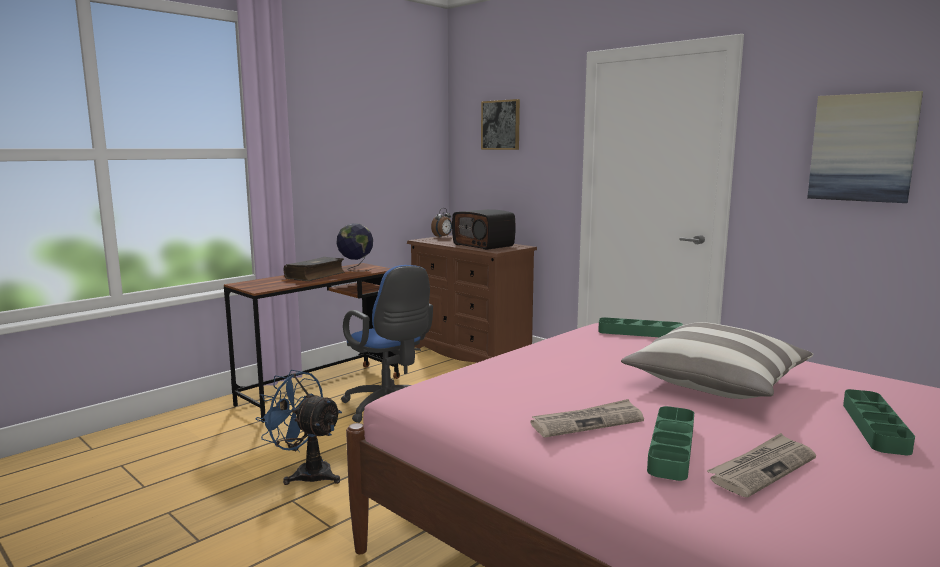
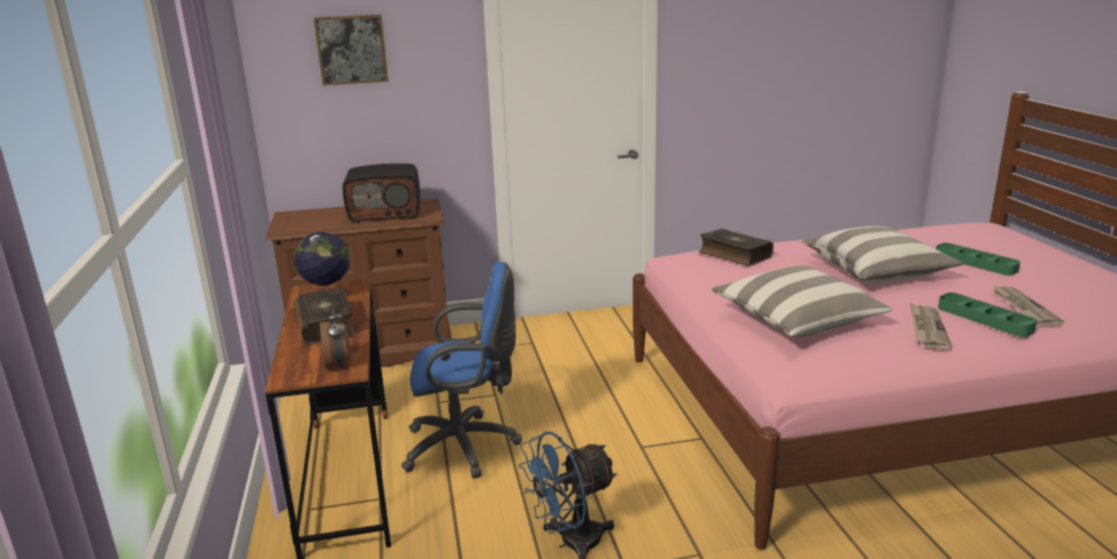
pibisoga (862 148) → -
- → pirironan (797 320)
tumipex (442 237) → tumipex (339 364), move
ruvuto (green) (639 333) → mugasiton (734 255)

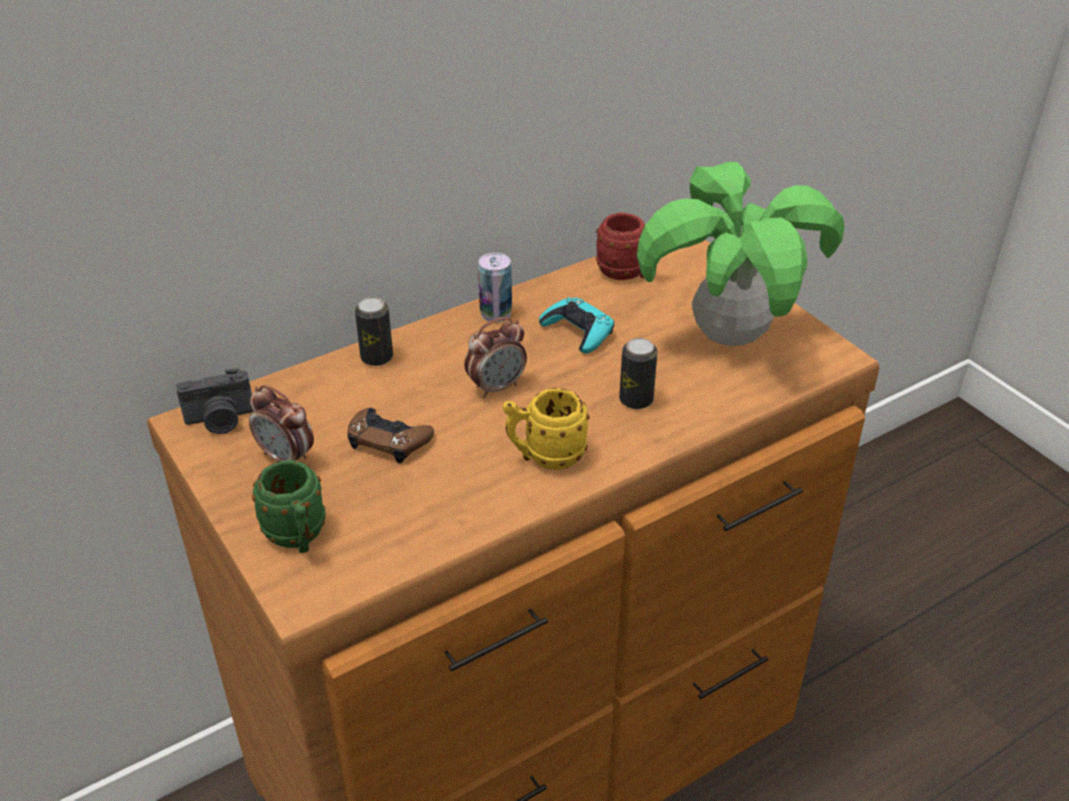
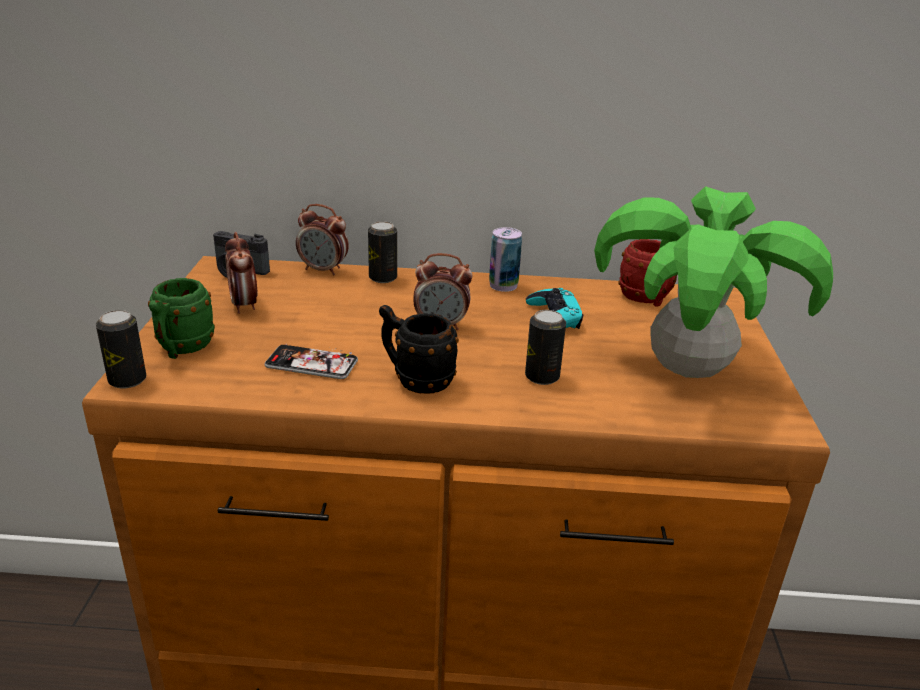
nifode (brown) (388 440) → -
- → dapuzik (127 380)
- → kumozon (311 363)
- → tumipex (323 270)
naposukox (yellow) (545 456) → naposukox (black) (416 380)

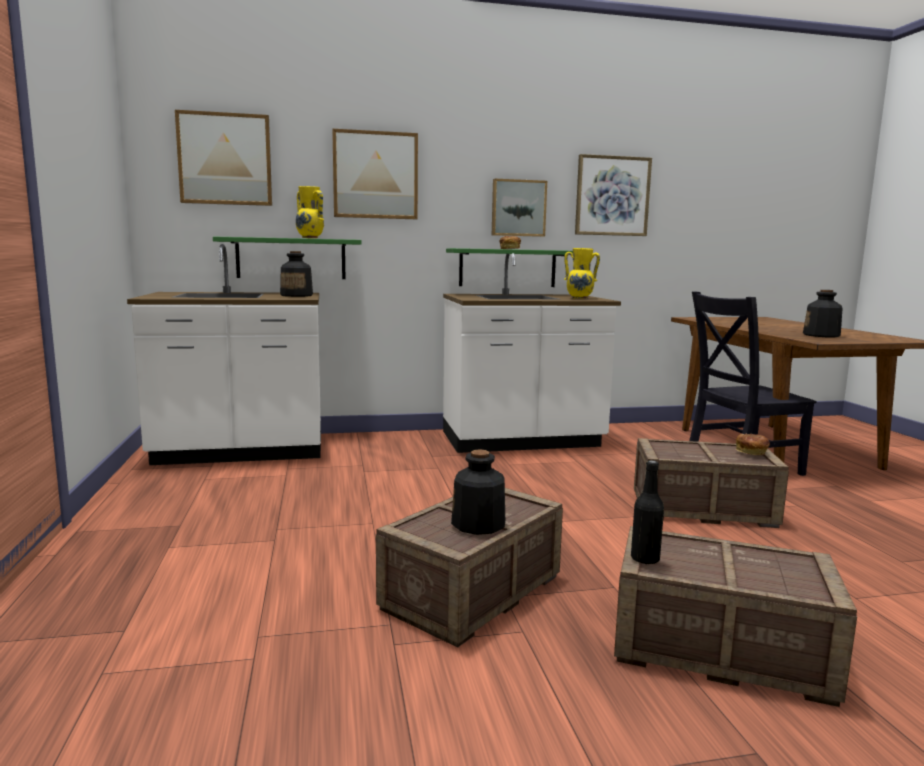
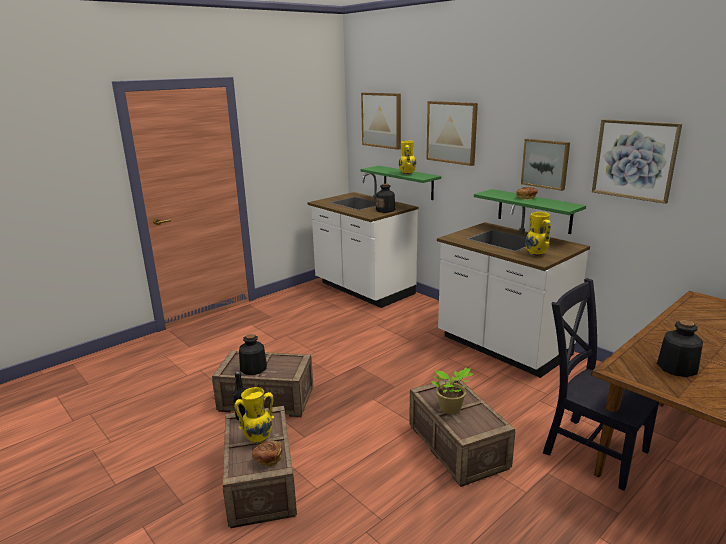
- → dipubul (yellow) (258 438)
- → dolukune (451 409)
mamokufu (751 452) → mamokufu (268 459), move

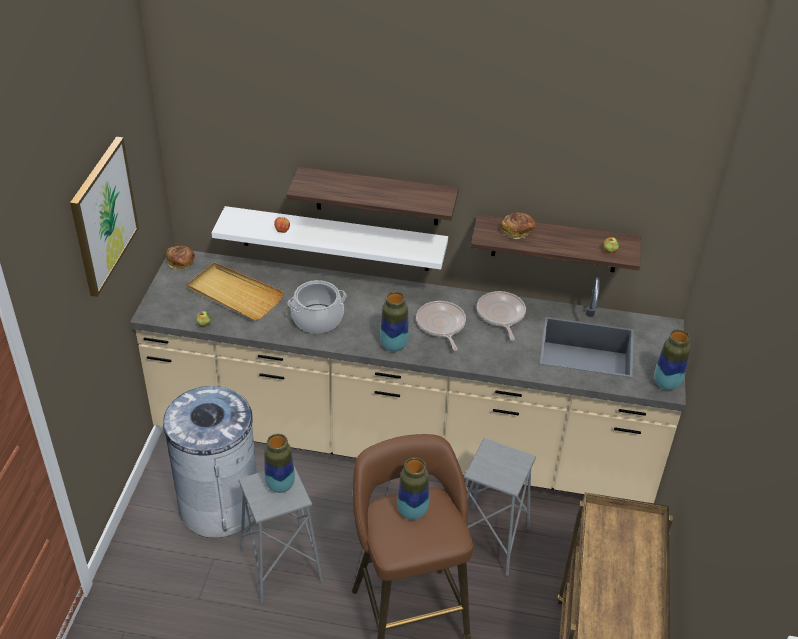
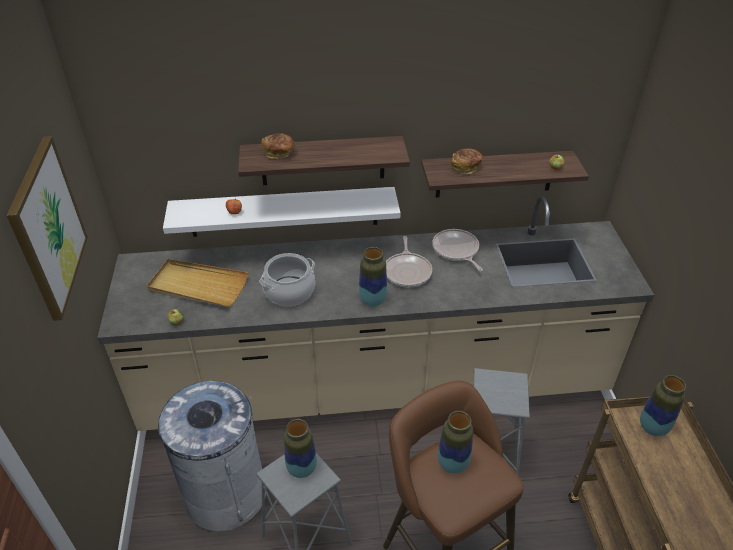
mamokufu (181 263) → mamokufu (279 153), move
dipubul (666 383) → dipubul (653 427), move
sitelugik (441 325) → sitelugik (407 271), 150 degrees counterclockwise

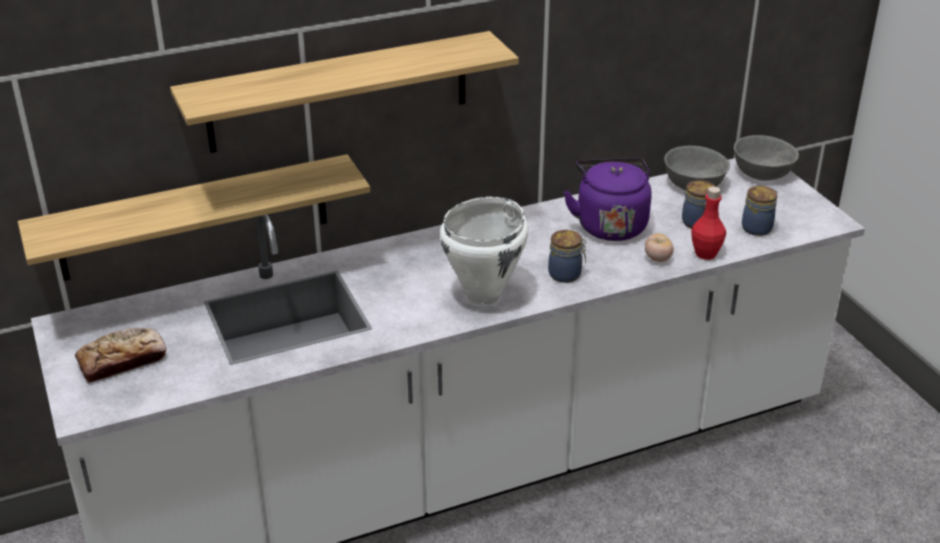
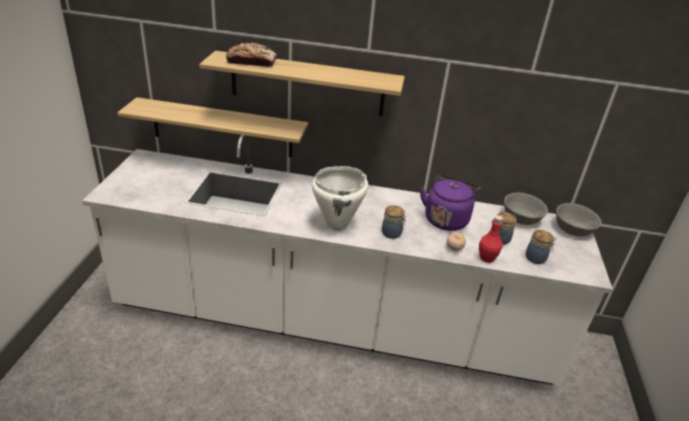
mamokufu (122 361) → mamokufu (251 62), move

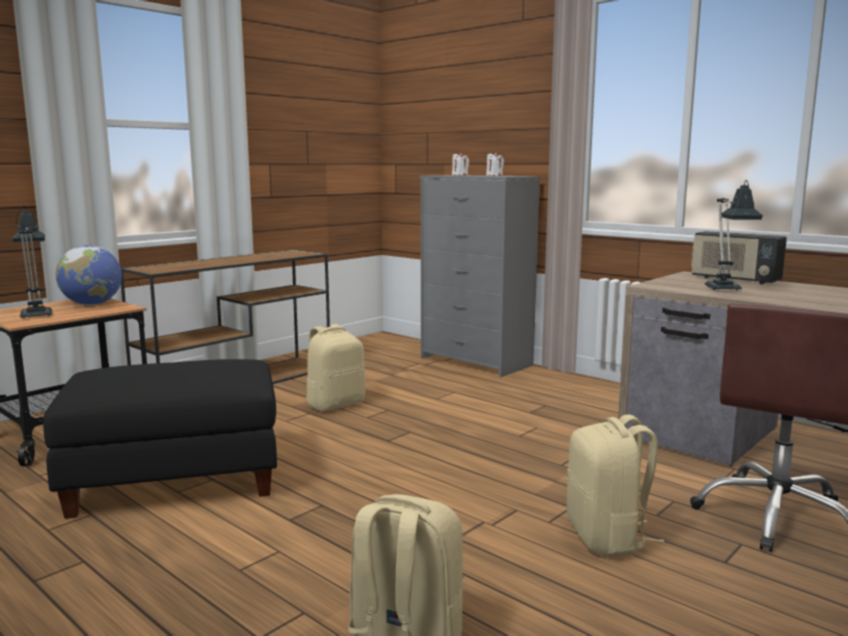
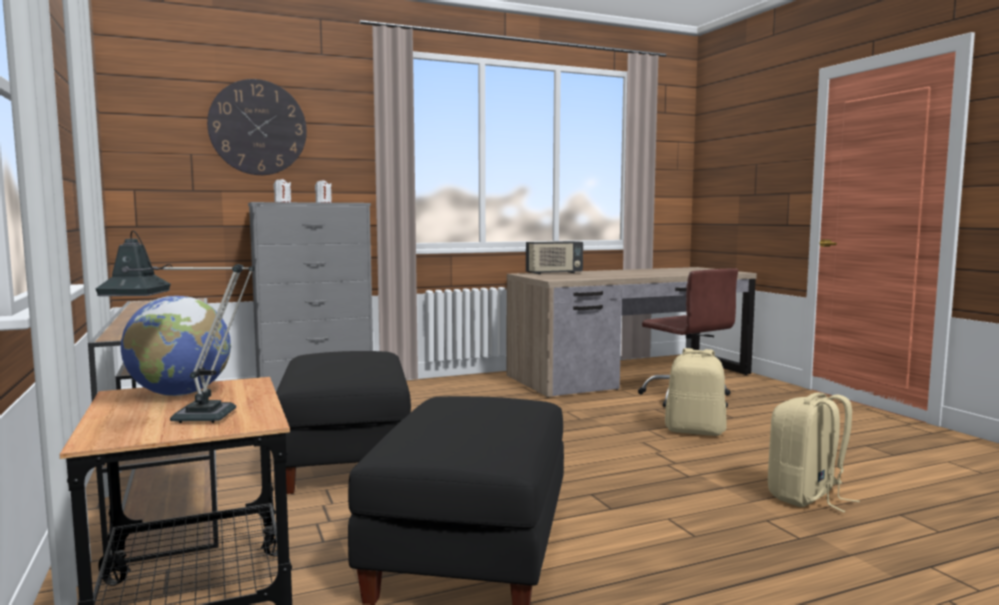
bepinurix (725 290) → -
- → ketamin (258 127)
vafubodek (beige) (335 404) → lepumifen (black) (345 458)

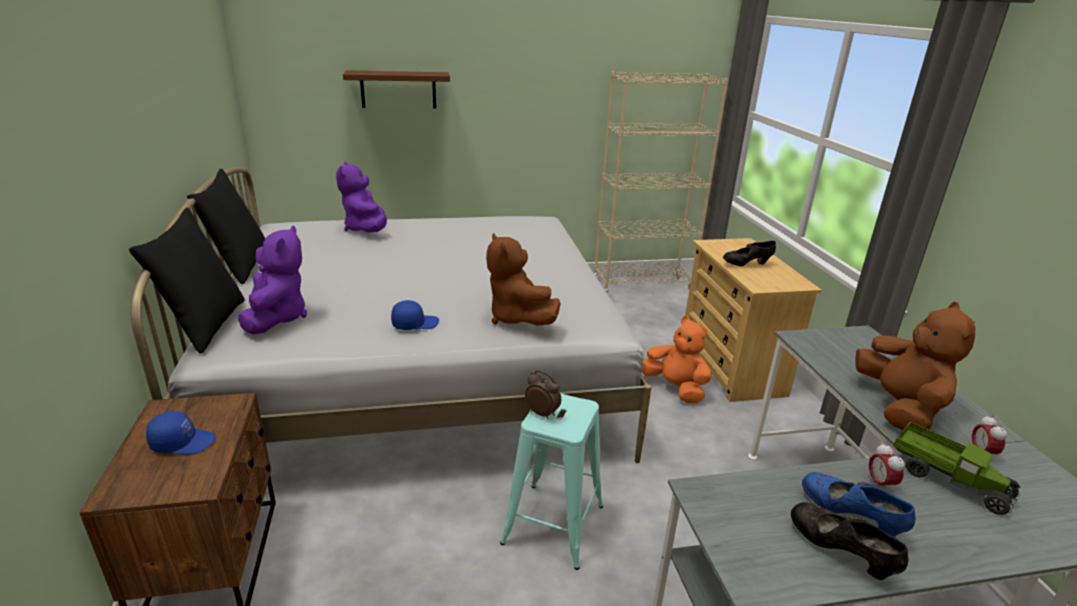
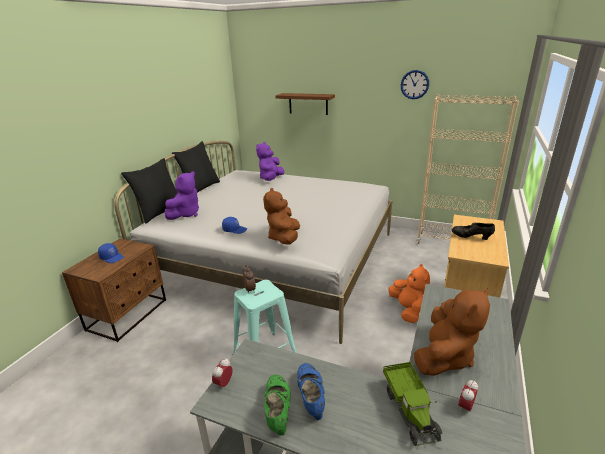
- → ketamin (414 84)
tumipex (880 483) → tumipex (223 383), move
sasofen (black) (839 553) → sasofen (green) (277 411)

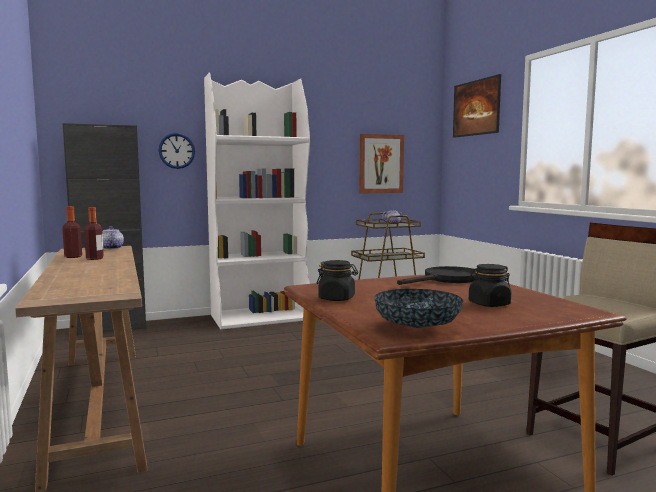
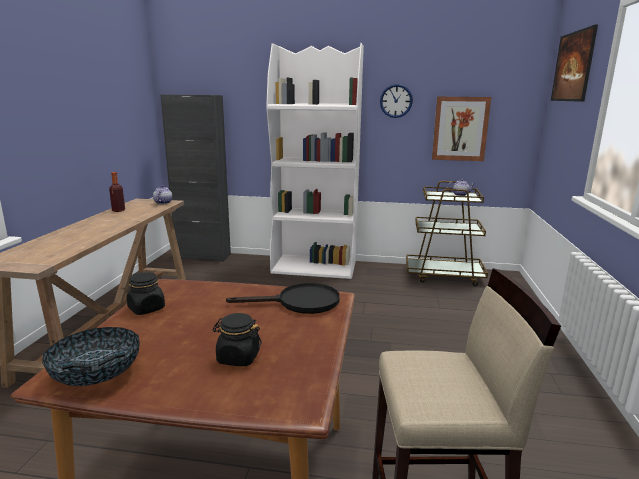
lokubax (94 258) → -
ketamin (176 151) → ketamin (396 101), move

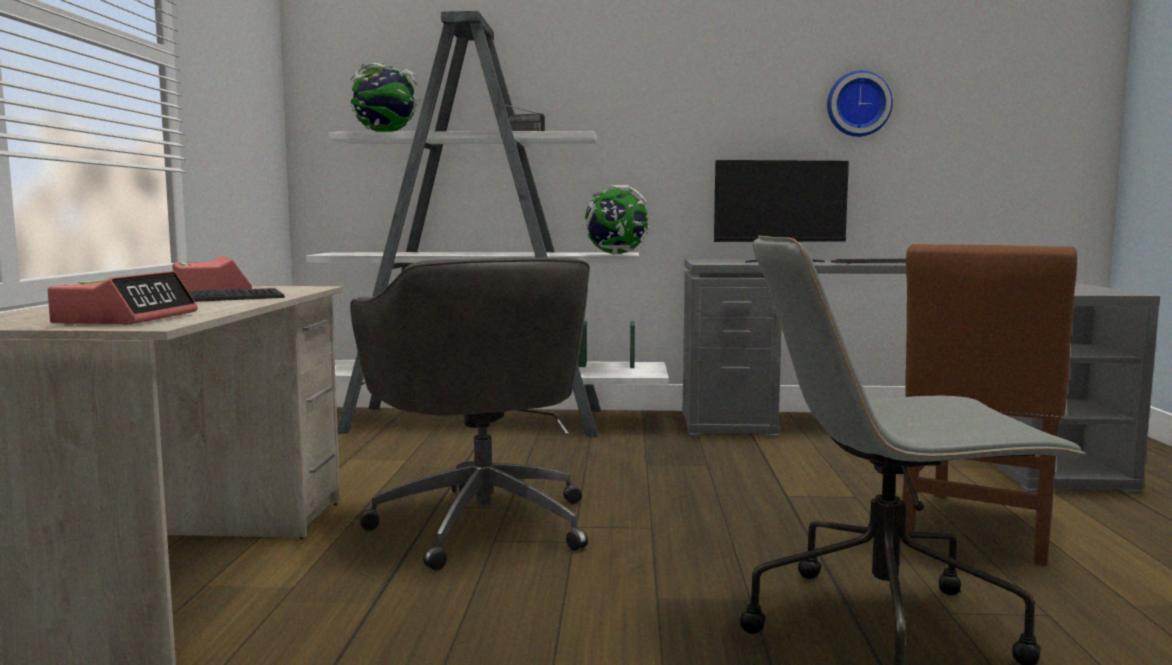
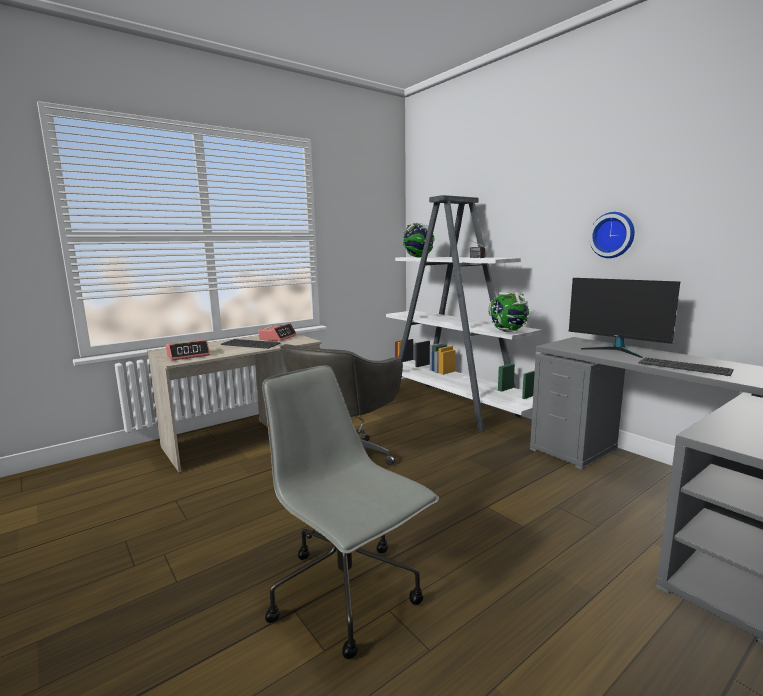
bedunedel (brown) (980 529) → -
ketamin (858 104) → ketamin (613 235), move

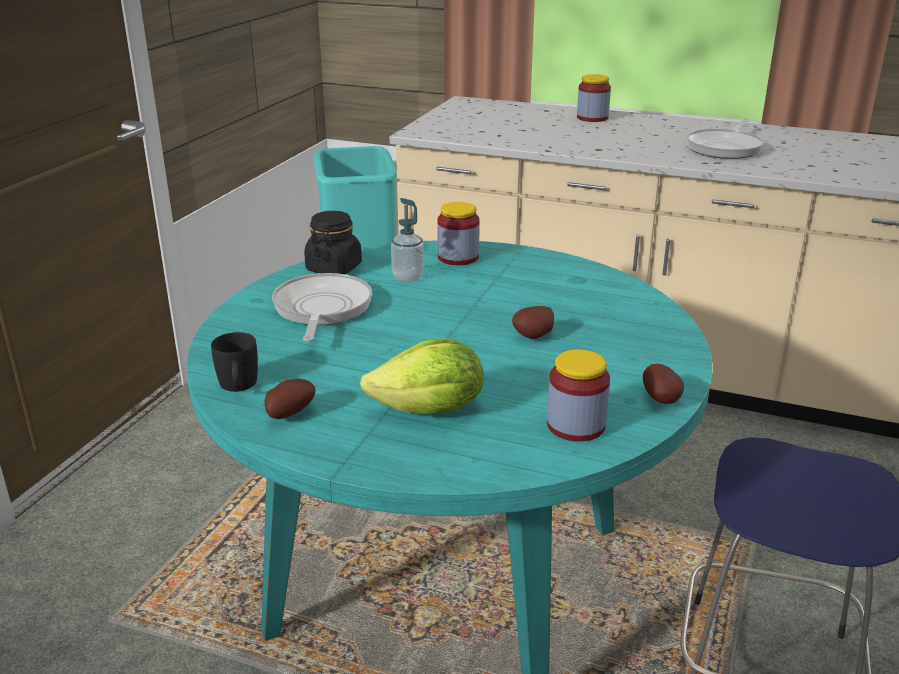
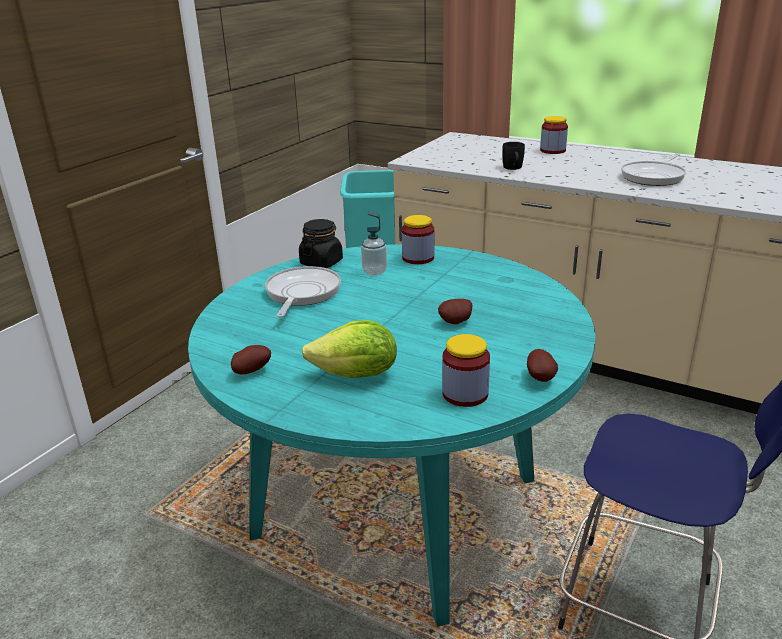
naposukox (black) (238 387) → naposukox (black) (513 168), move

